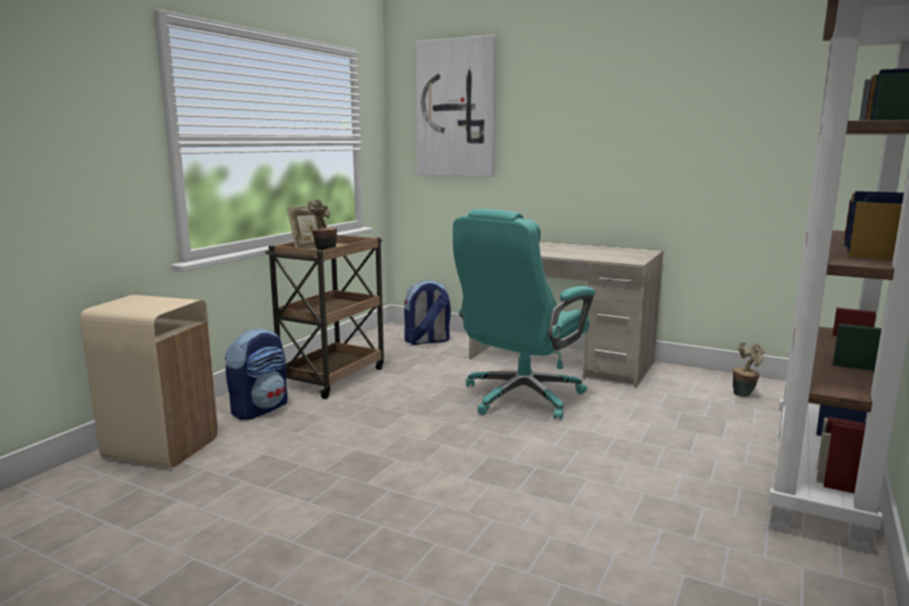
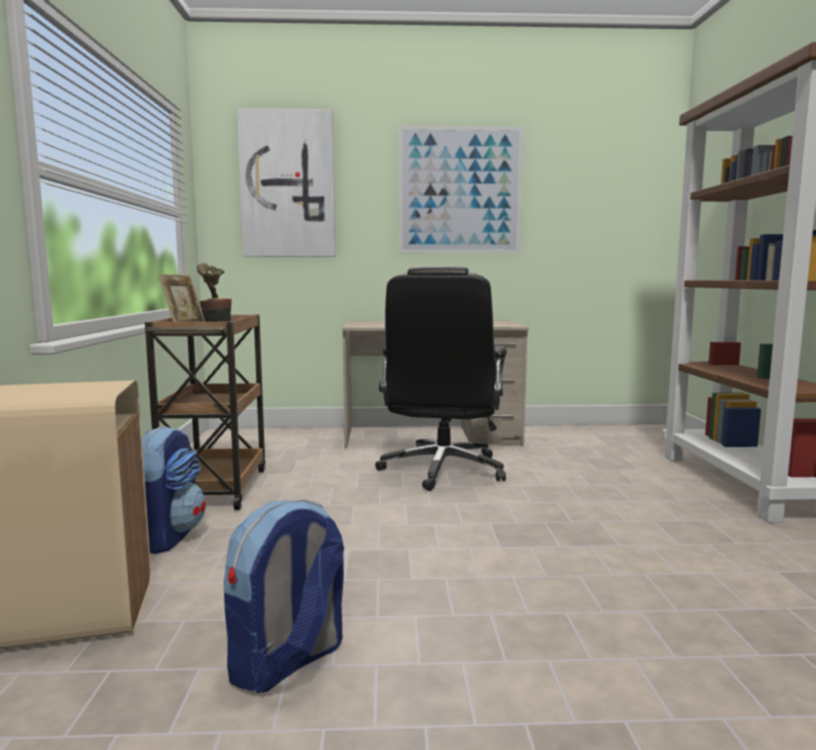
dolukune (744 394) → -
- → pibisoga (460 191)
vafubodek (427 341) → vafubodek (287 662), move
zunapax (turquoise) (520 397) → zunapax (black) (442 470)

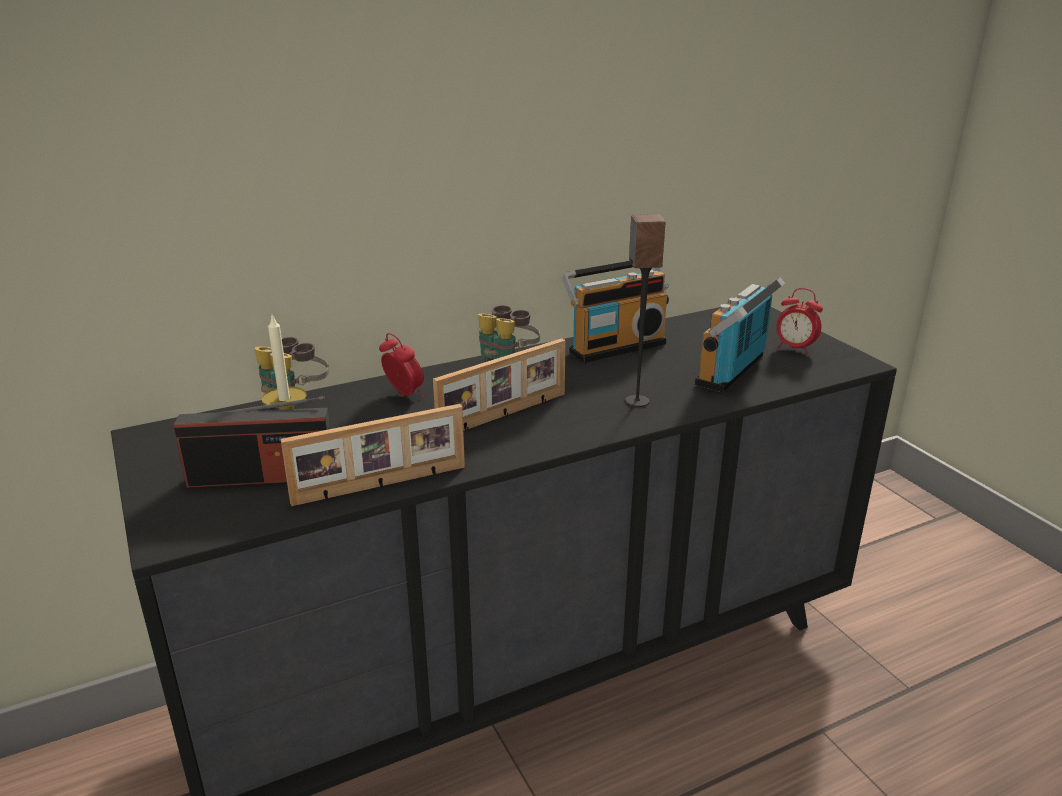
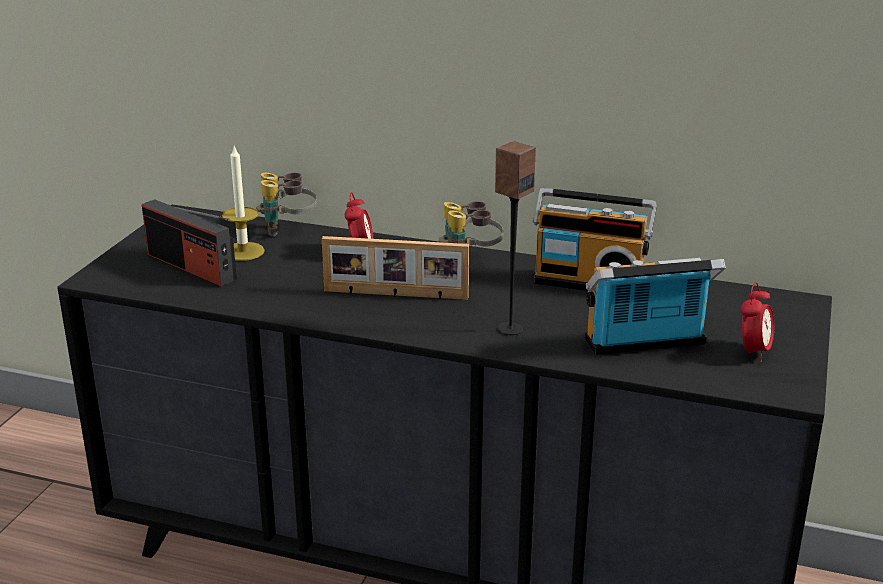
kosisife (381 485) → -
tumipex (794 349) → tumipex (753 352), 135 degrees counterclockwise

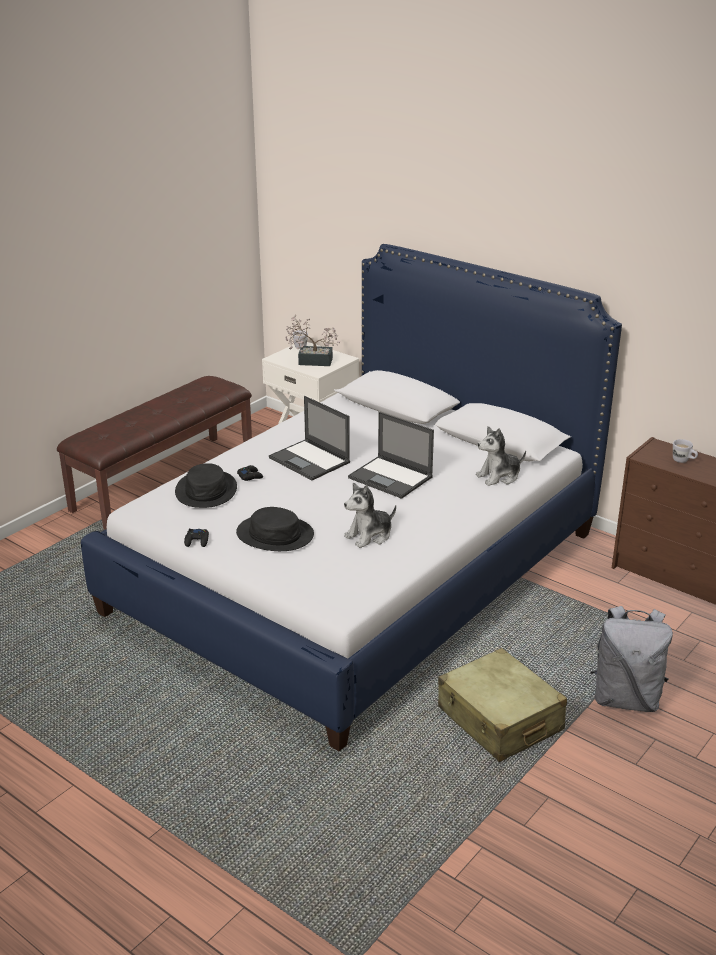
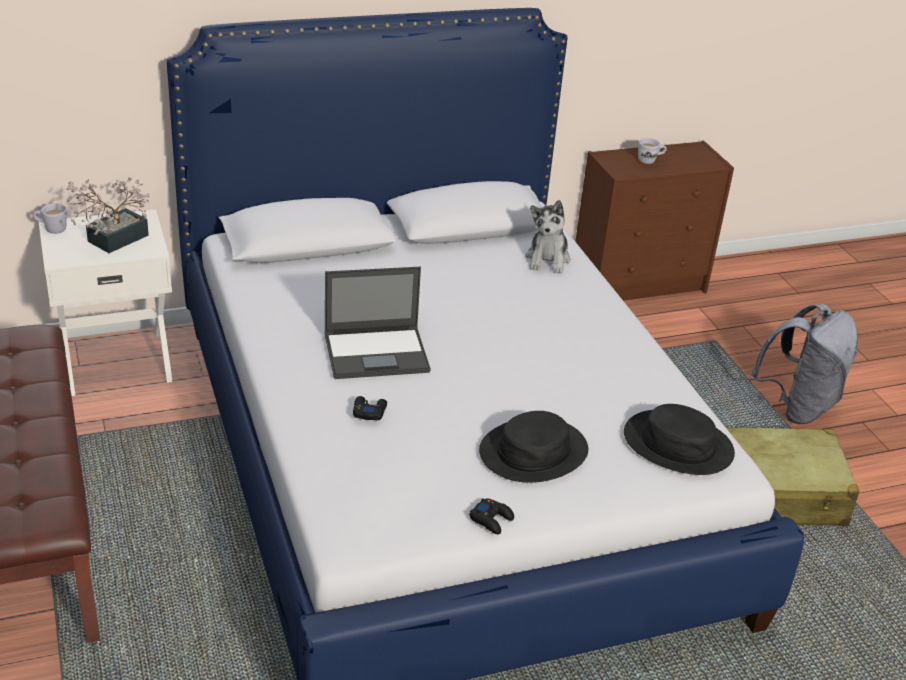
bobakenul (369 536) → -
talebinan (391 478) → -
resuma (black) (206 490) → resuma (black) (678 444), move

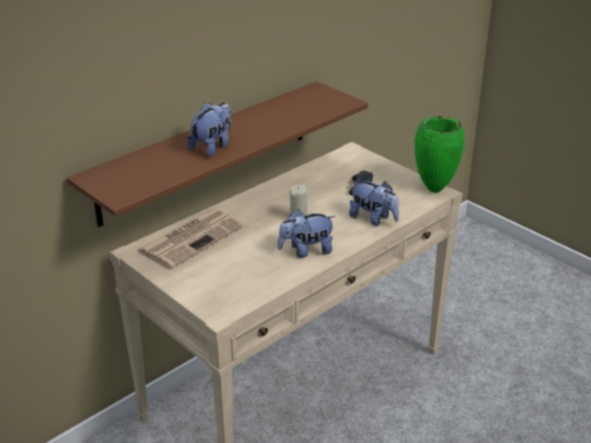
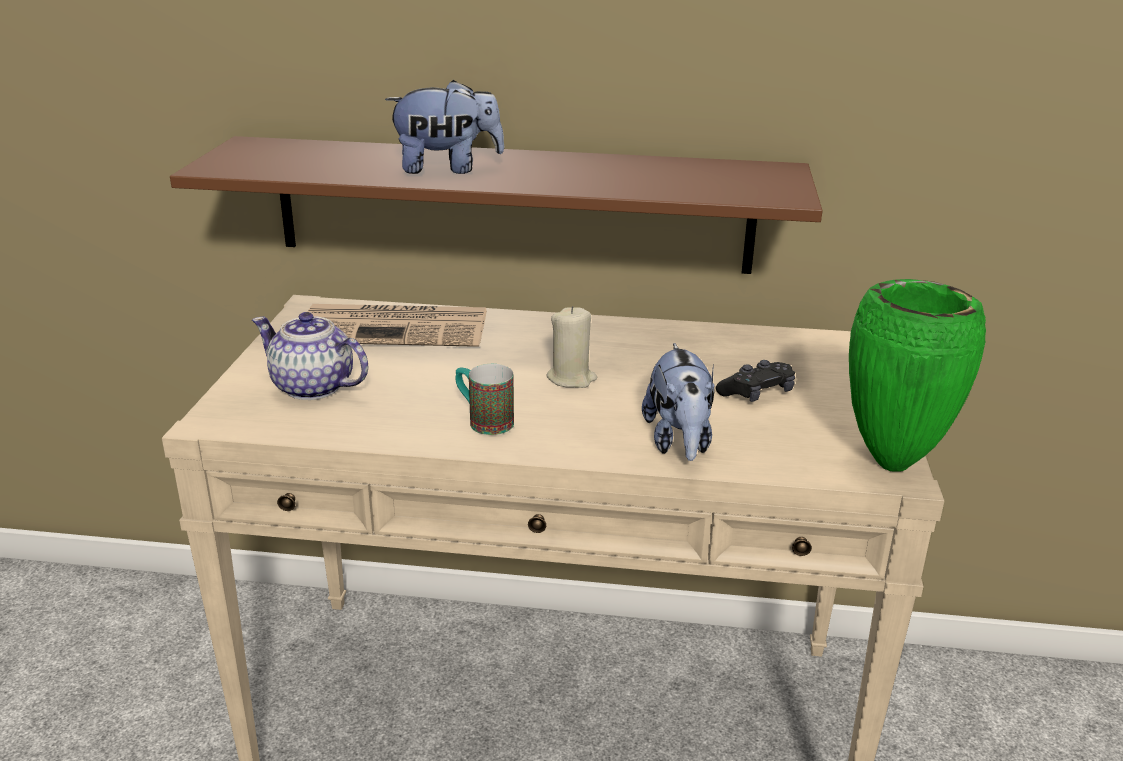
- → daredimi (313 387)
bobakenul (306 251) → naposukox (483 421)

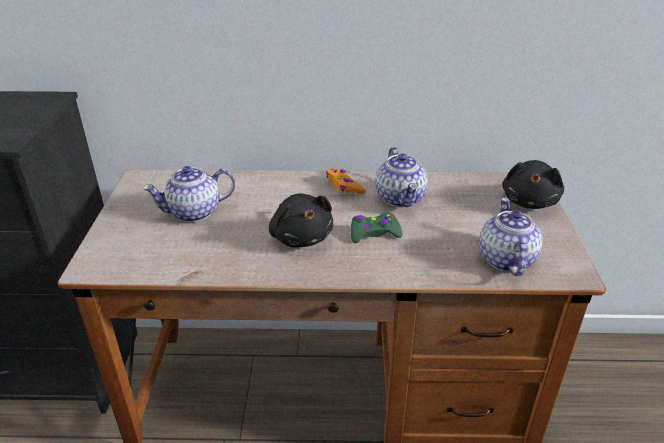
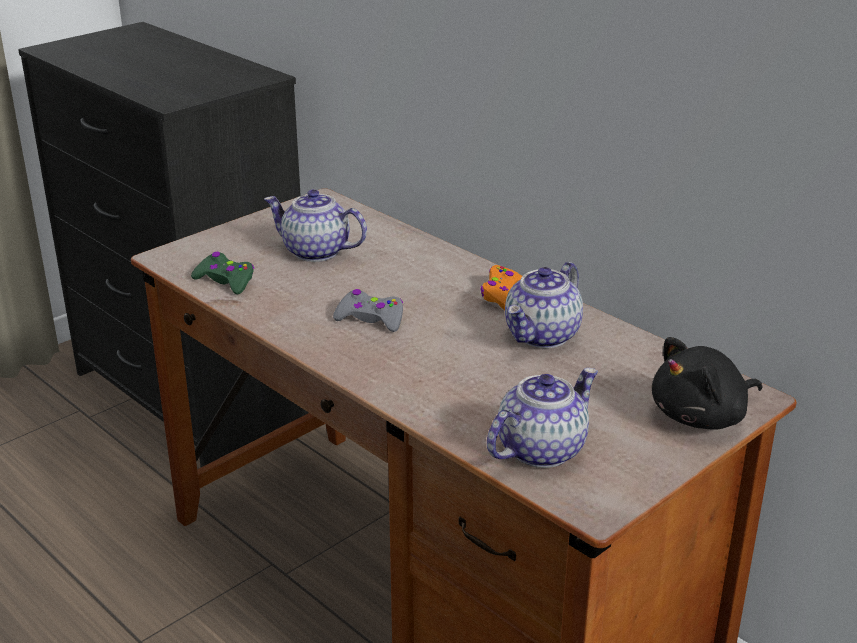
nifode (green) (374 233) → nifode (green) (225 281), move
bobakenul (black) (301 237) → nifode (grey) (371 319)

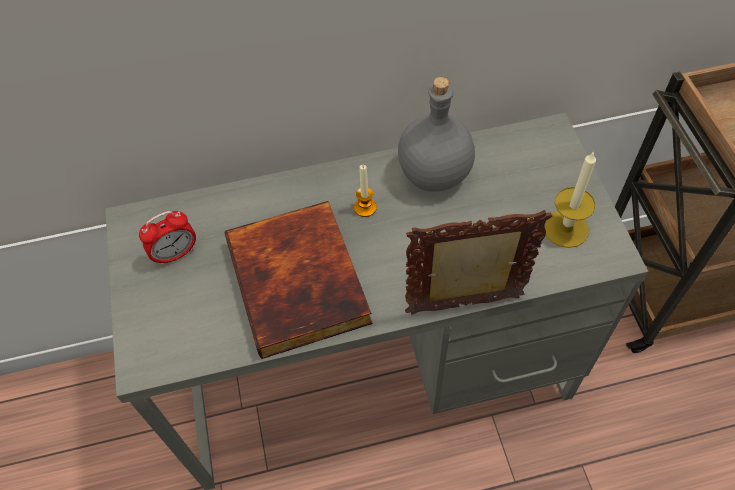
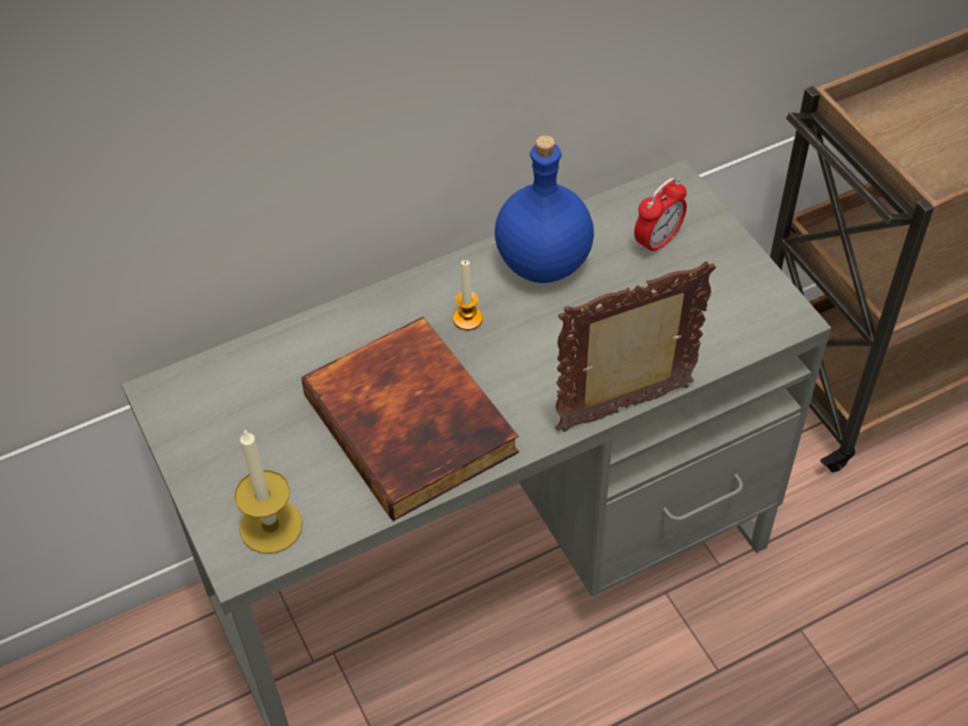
tumipex (176 254) → tumipex (658 241), move
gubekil (566 229) → gubekil (271 526), move
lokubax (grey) (434 173) → lokubax (blue) (543 261)

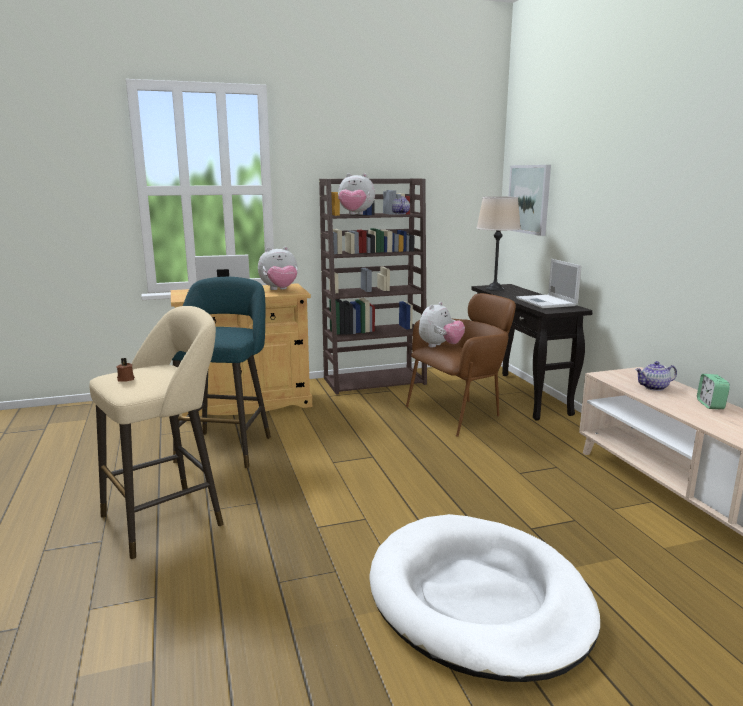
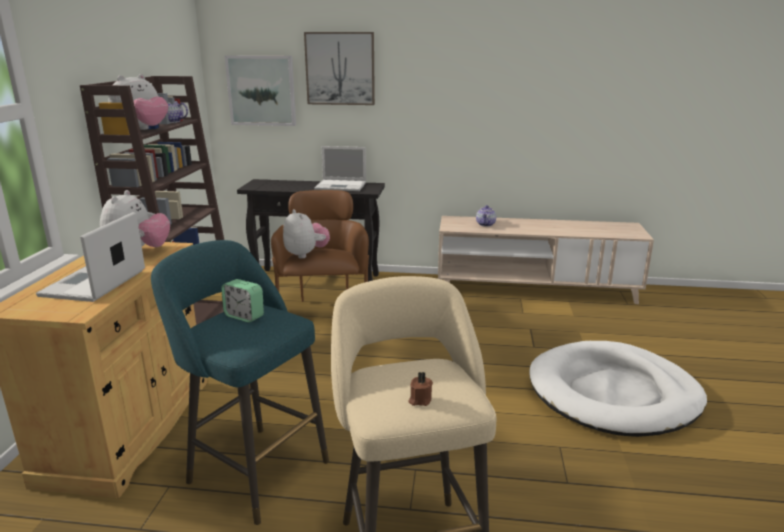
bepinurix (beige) (495 289) → -
- → pibisoga (340 68)
tumipex (710 405) → tumipex (244 316), move

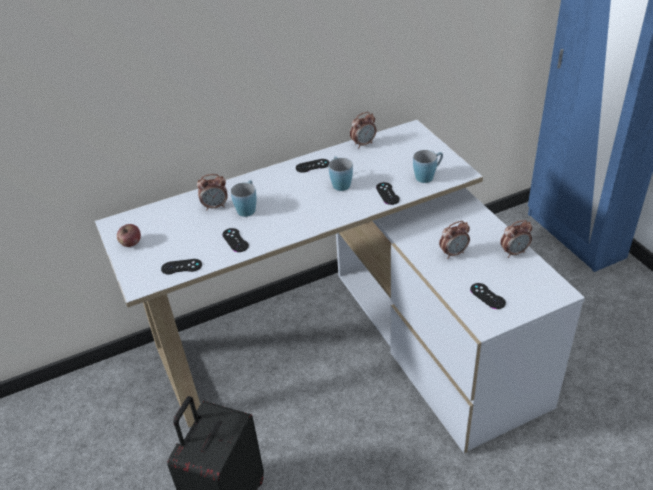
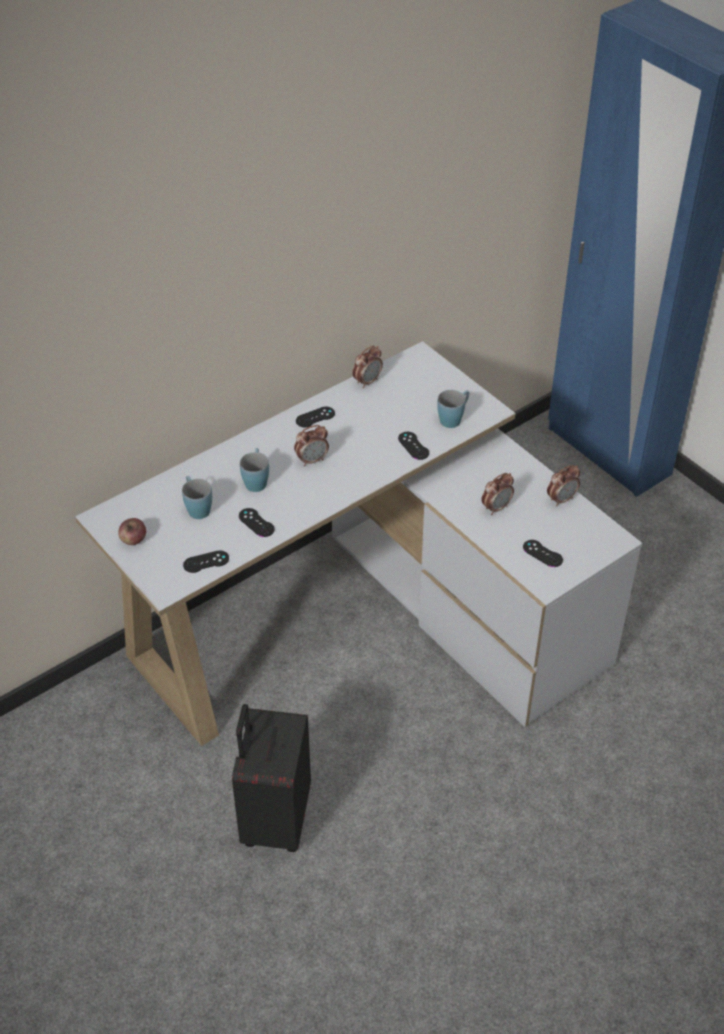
tumipex (215 206) → tumipex (312 460), move
naposukox (blue) (340 183) → naposukox (blue) (197 507), move

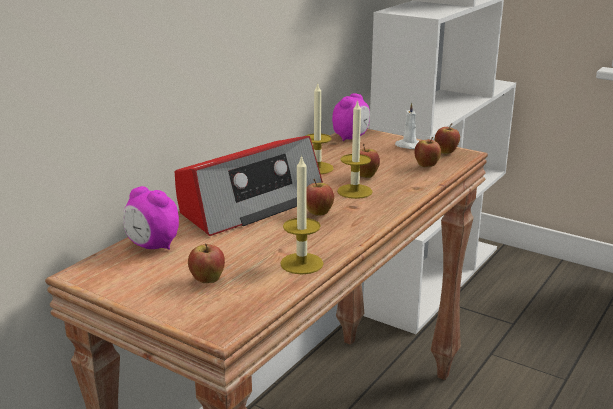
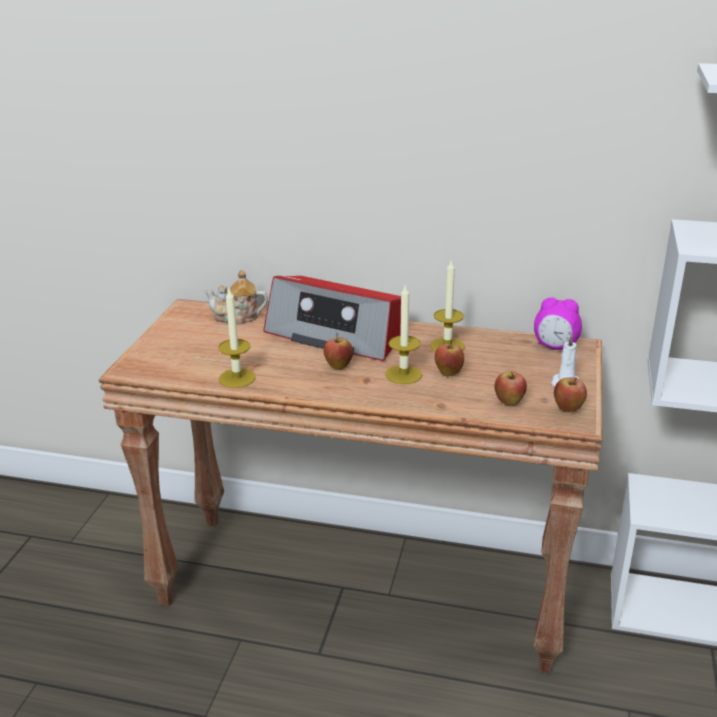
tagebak (207 281) → -
tumipex (152 246) → daredimi (237 317)

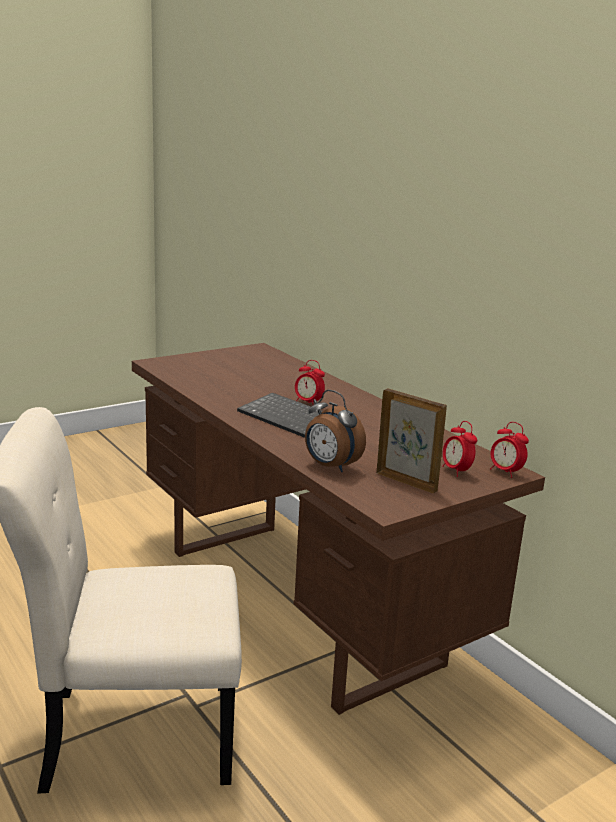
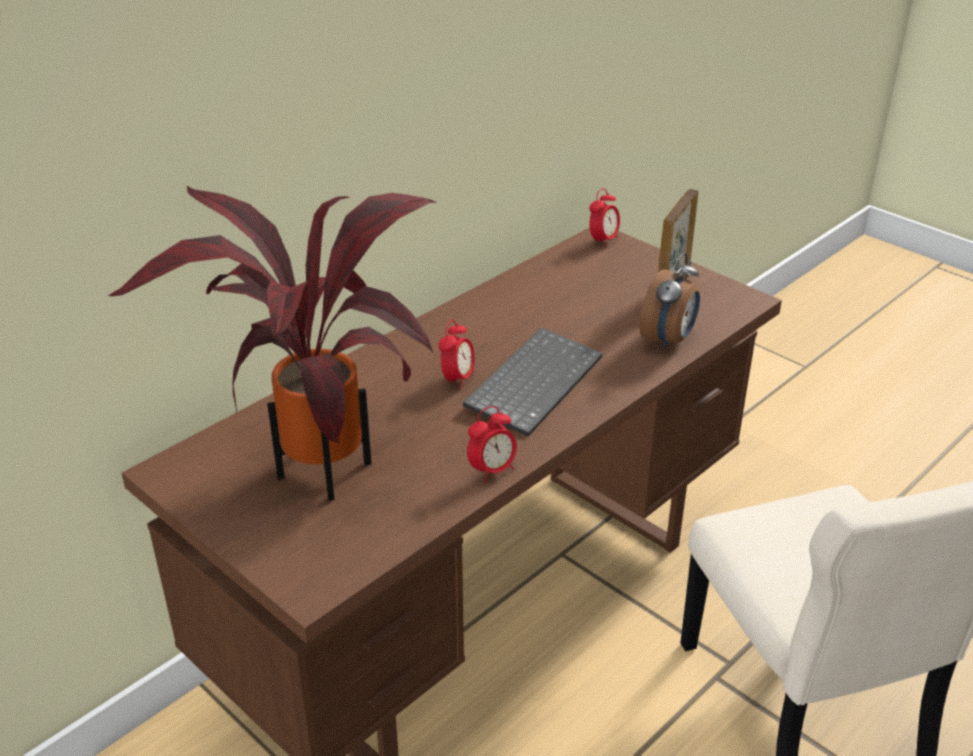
- → dolukune (320 464)
tumipex (456 471) → tumipex (492 470), move

